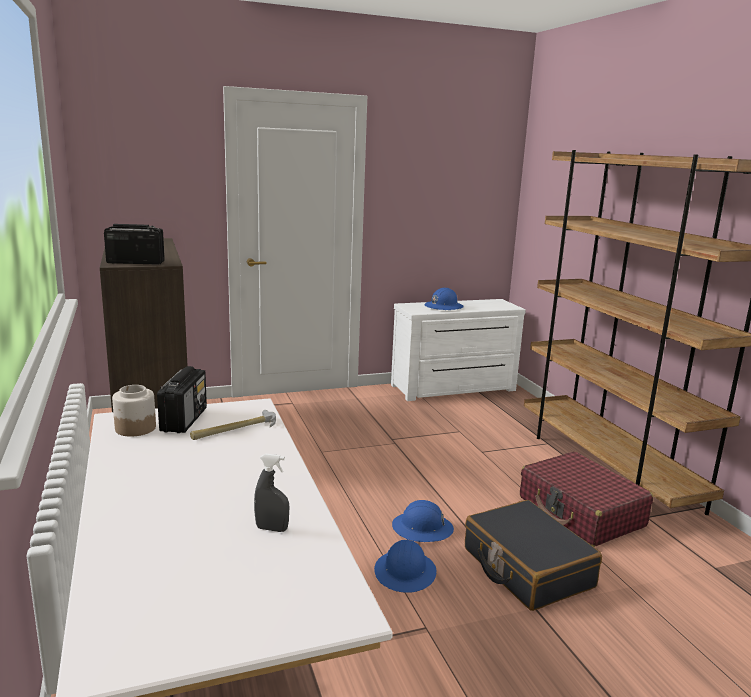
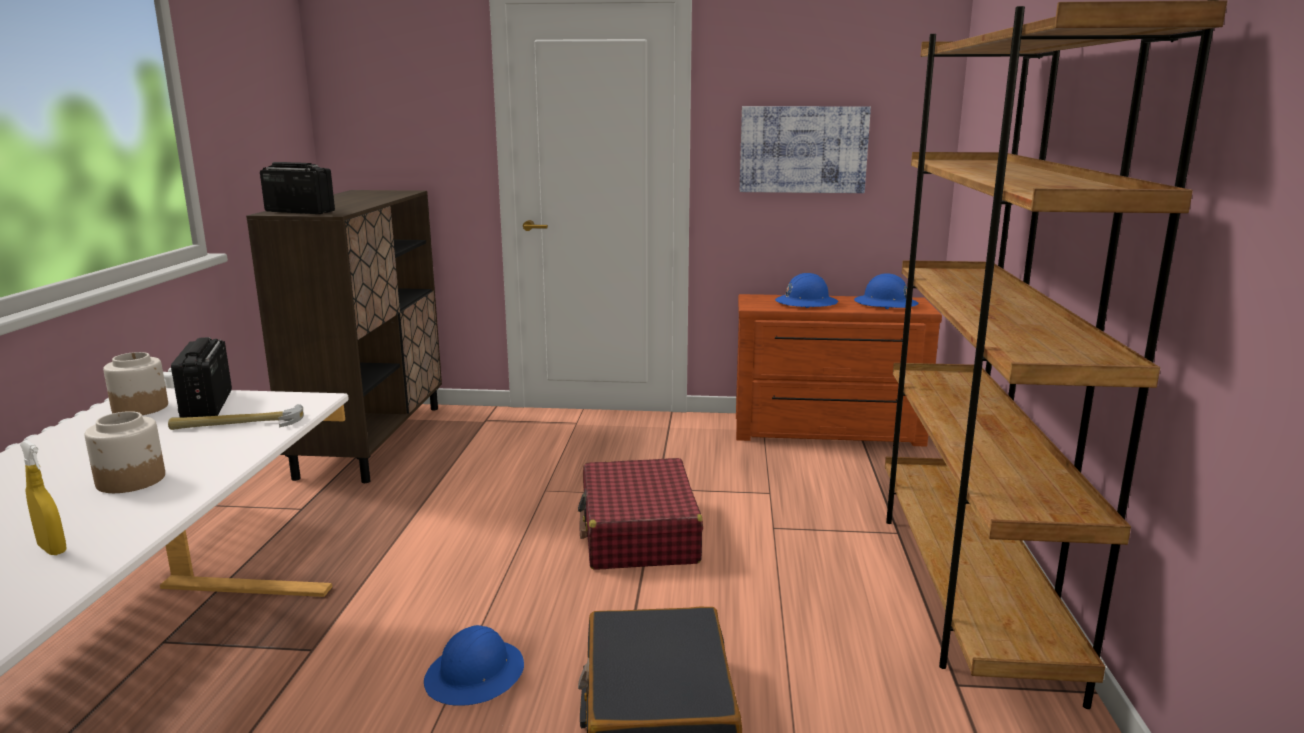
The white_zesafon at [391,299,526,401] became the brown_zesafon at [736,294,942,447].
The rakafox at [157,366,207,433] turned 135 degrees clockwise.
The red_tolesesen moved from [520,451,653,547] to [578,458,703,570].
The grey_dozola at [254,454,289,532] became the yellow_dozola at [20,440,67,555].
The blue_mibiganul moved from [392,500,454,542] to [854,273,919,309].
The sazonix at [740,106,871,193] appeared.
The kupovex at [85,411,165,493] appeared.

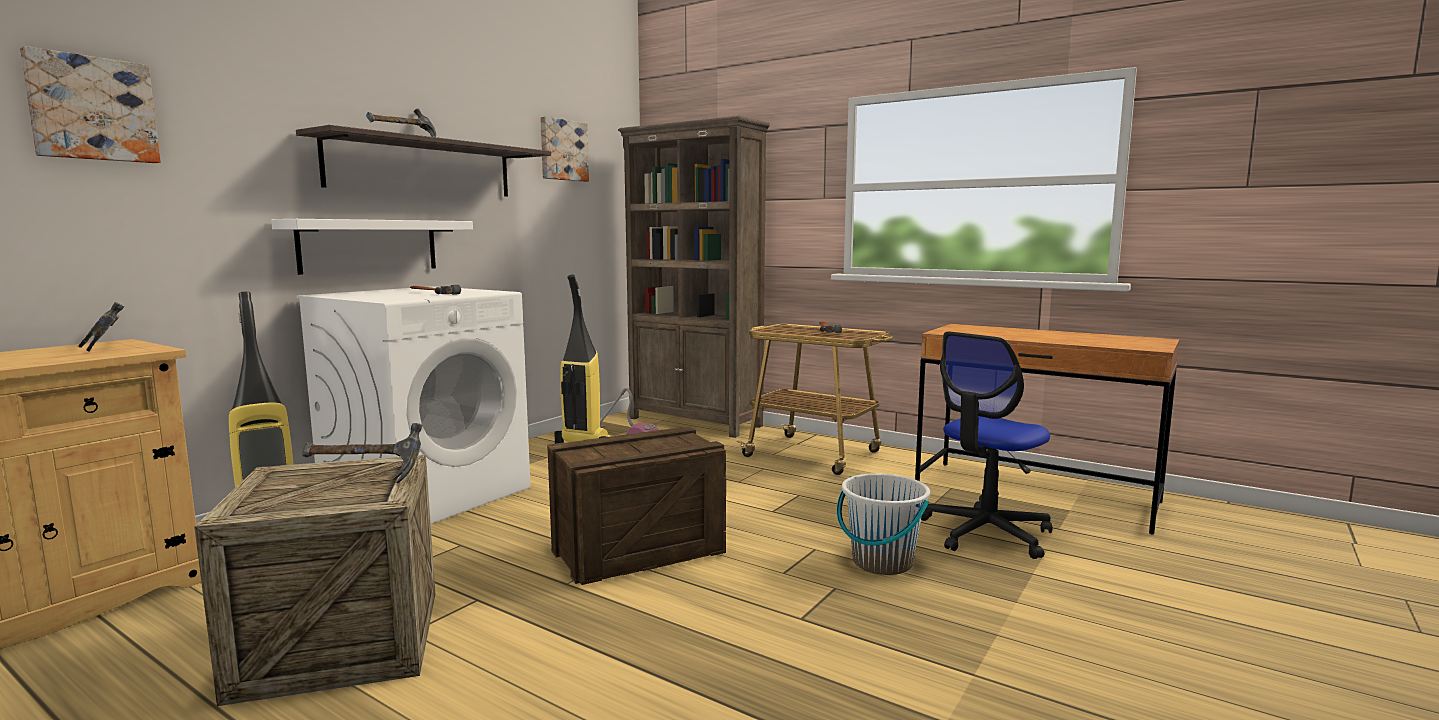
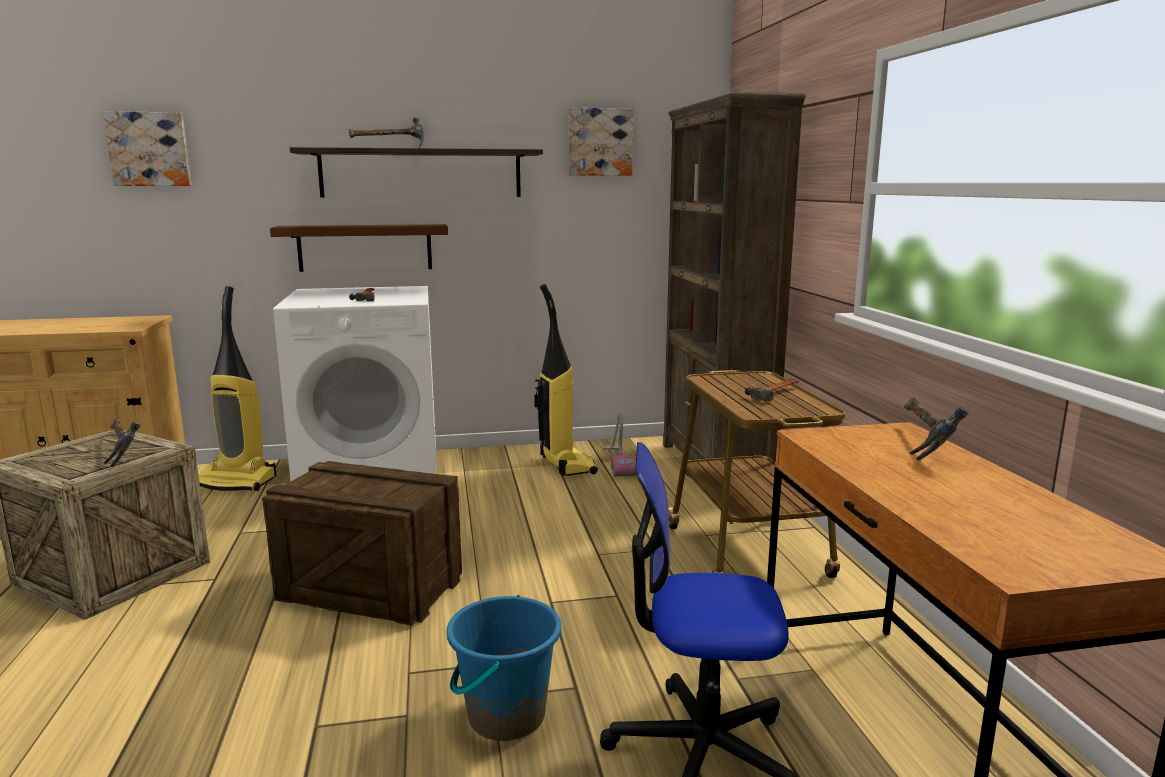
The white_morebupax at [271,219,473,275] became the brown_morebupax at [270,224,448,272].
The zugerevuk moved from [78,302,124,352] to [904,397,969,461].
The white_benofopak at [837,473,930,575] became the blue_benofopak at [447,595,561,741].

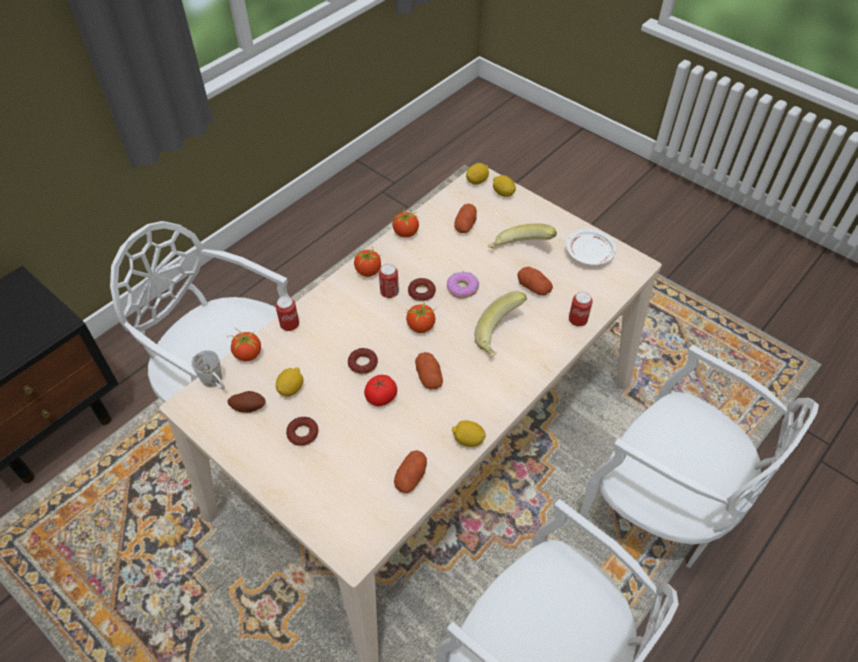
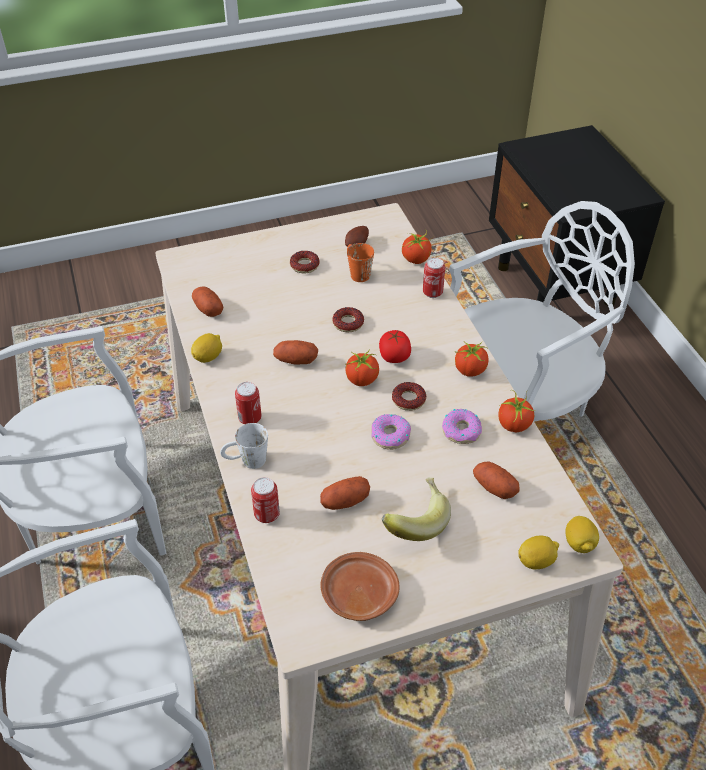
The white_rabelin at [566,228,617,265] became the brown_rabelin at [320,552,400,621].
The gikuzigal moved from [379,264,399,298] to [235,382,262,424].
The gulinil at [475,291,527,358] disappeared.
The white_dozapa moved from [191,350,225,390] to [220,423,268,469].
The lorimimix at [276,367,303,397] was replaced by the orange_dozapa at [347,243,374,282].
The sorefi moved from [364,375,397,406] to [379,330,411,363].
The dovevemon at [442,409,482,444] appeared.

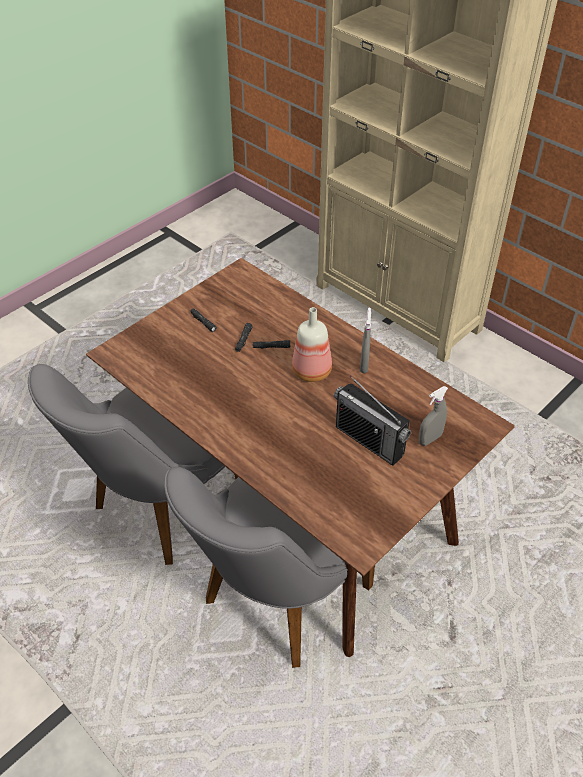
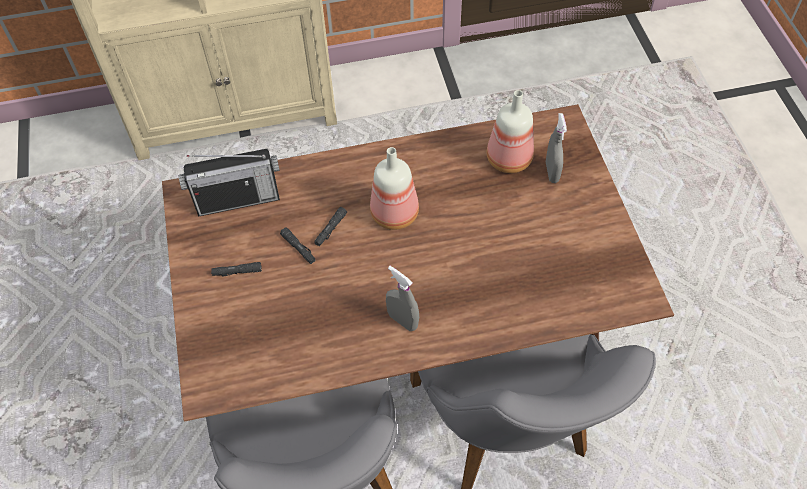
The grey_dozola moved from [360,307,371,373] to [386,266,419,331].
The rakafox moved from [334,375,411,466] to [179,149,280,217].
The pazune at [487,90,534,173] appeared.

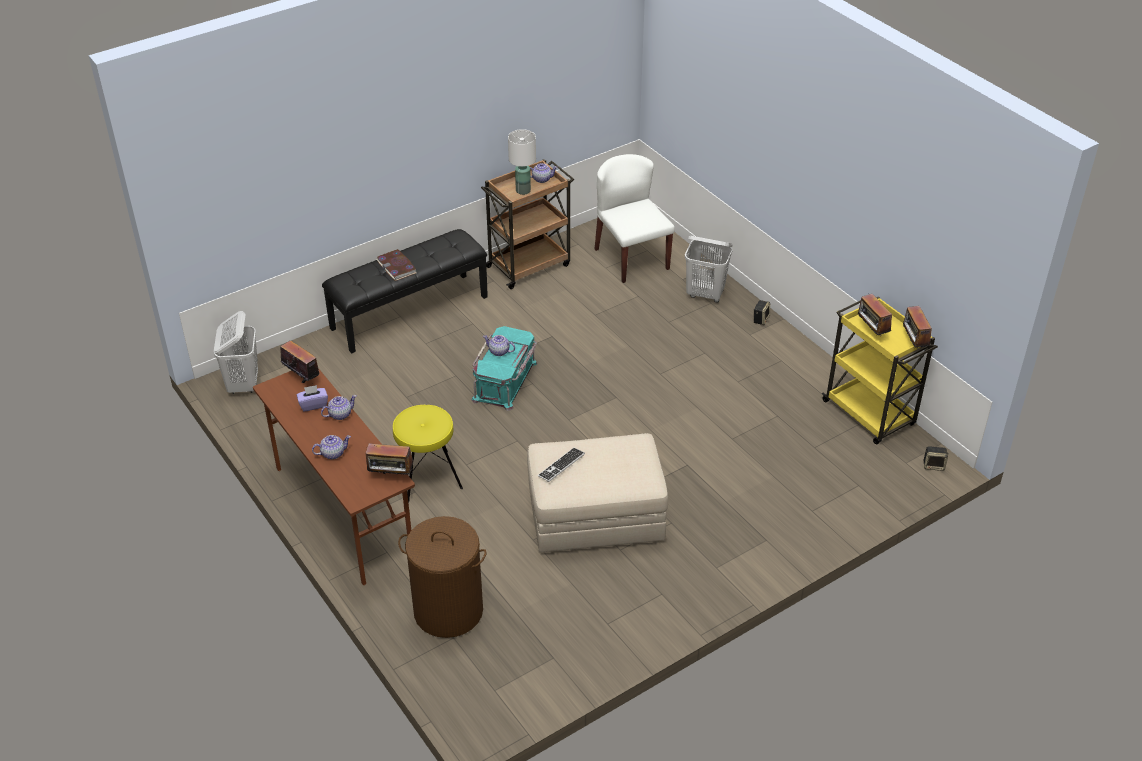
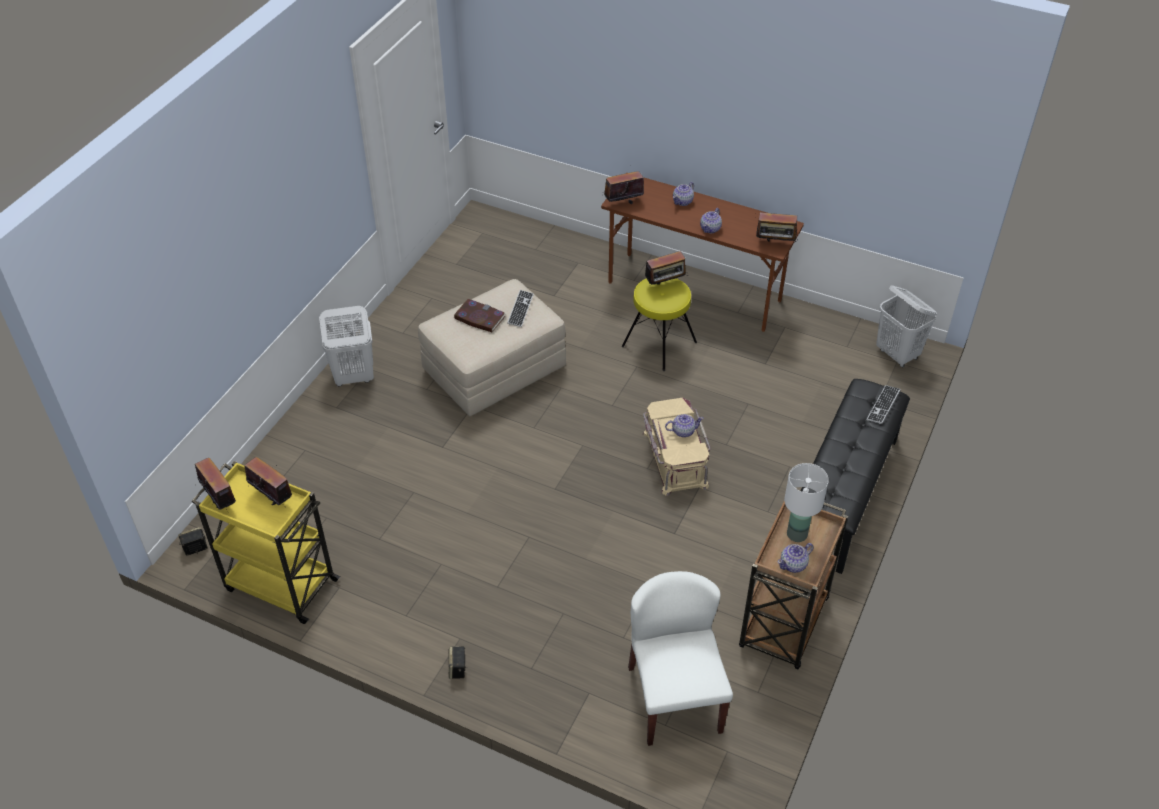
The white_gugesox at [594,154,675,283] turned 135 degrees counterclockwise.
The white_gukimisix moved from [685,236,733,303] to [319,306,374,387].
The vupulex moved from [376,249,417,281] to [454,299,506,332].
The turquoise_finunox at [472,326,537,411] became the beige_finunox at [643,398,711,496].
The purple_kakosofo at [297,385,328,412] disappeared.
The brown_gukimisix at [398,516,487,638] disappeared.
The rakafox at [645,251,688,285] appeared.
The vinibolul at [867,385,901,424] appeared.

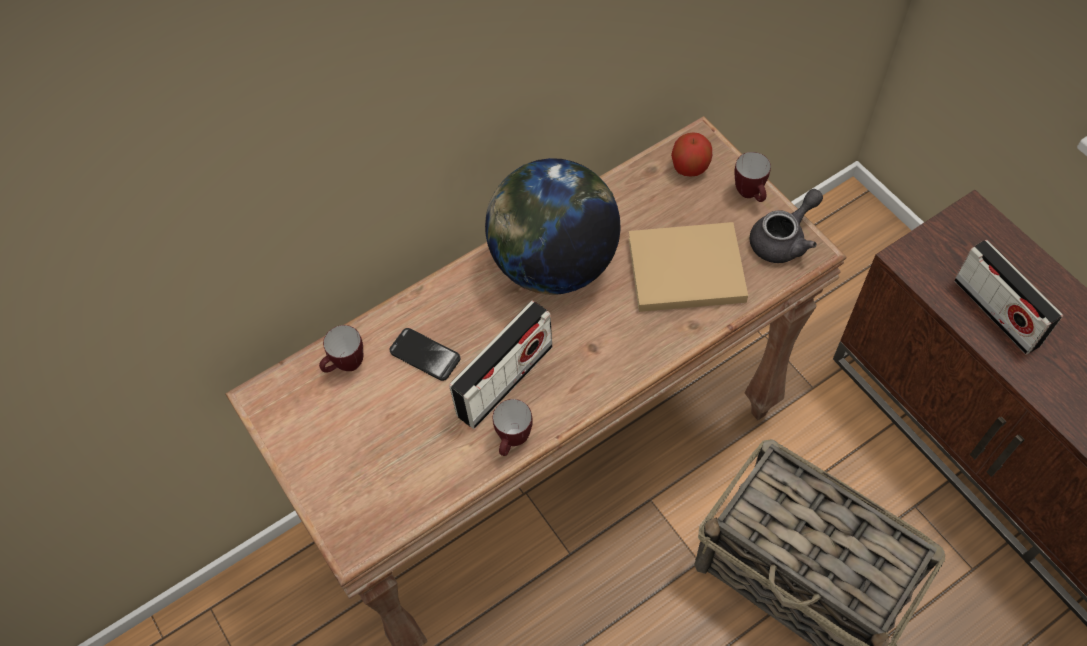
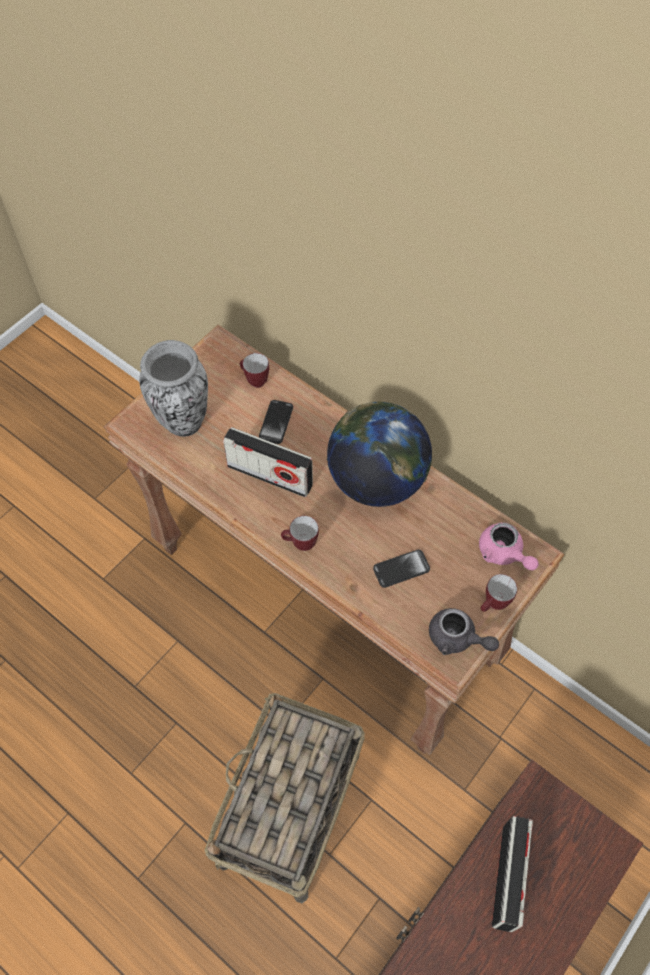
The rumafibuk at [671,133,712,176] was replaced by the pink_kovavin at [479,522,539,570].
The beige_vupulex at [628,222,748,312] was replaced by the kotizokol at [373,549,430,588].
The rakafox at [954,240,1063,355] turned 150 degrees clockwise.
The dozapa moved from [493,399,533,456] to [281,516,319,551].
The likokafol at [139,340,208,437] appeared.

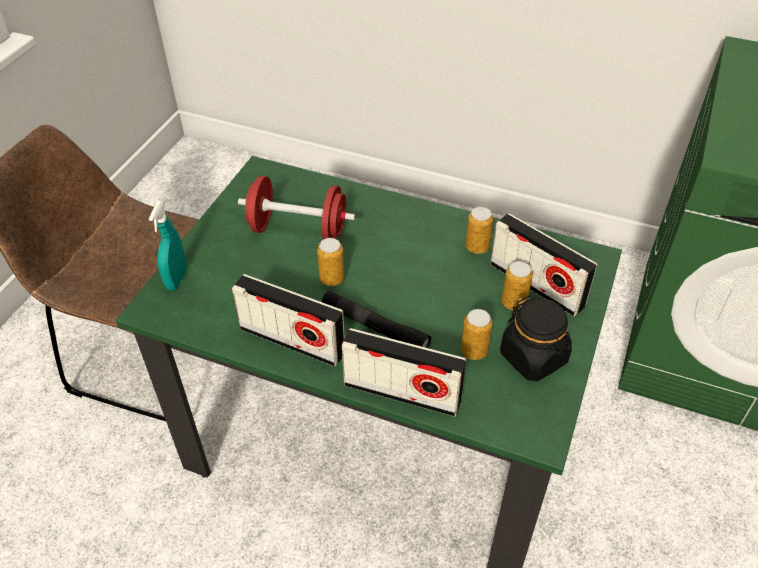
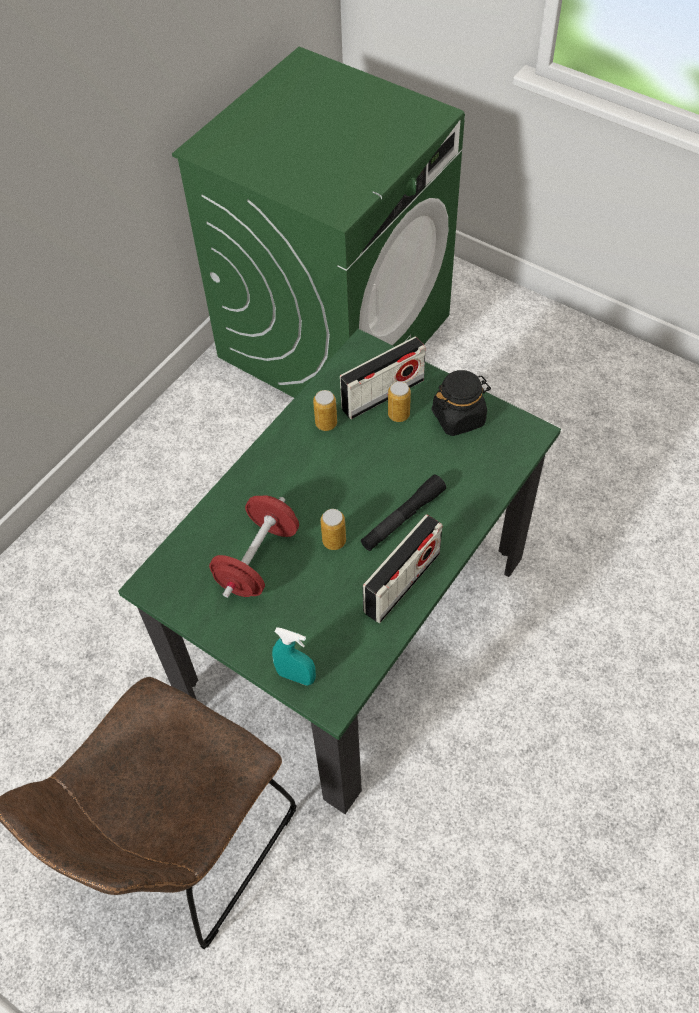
The gikuzigal at [461,309,493,360] disappeared.
The rakafox at [342,328,466,417] disappeared.

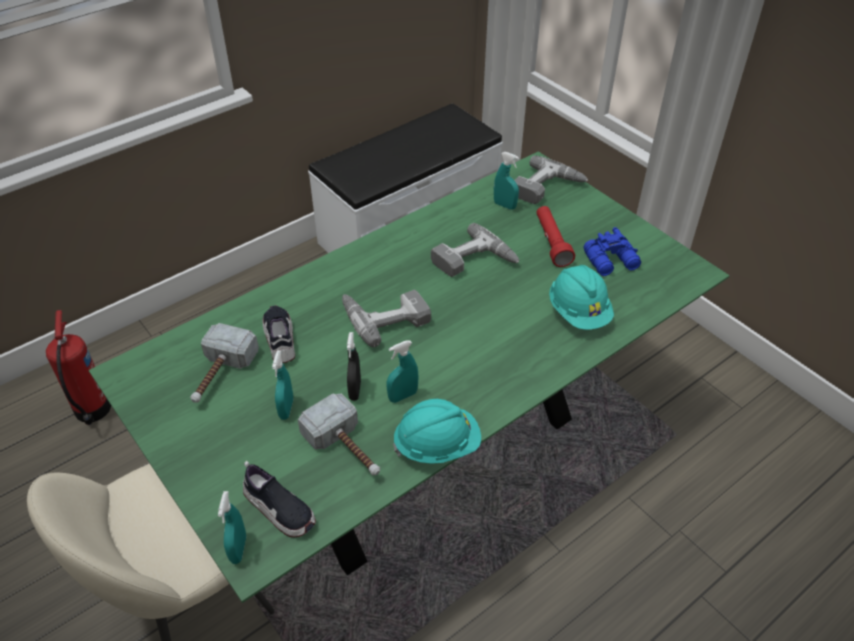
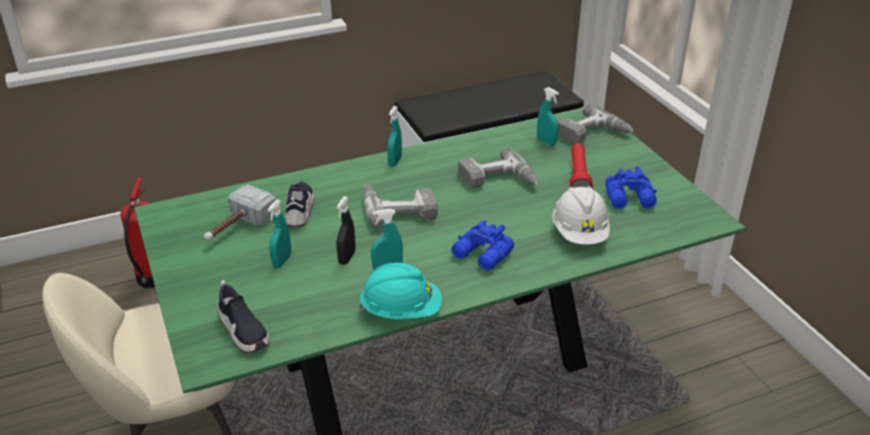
The turquoise_mibiganul at [549,265,614,330] became the white_mibiganul at [552,186,610,245].
The zugerevuk at [298,394,380,475] disappeared.
The turquoise_dozola moved from [218,491,246,564] to [387,106,402,167].
The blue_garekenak at [452,220,514,271] appeared.

